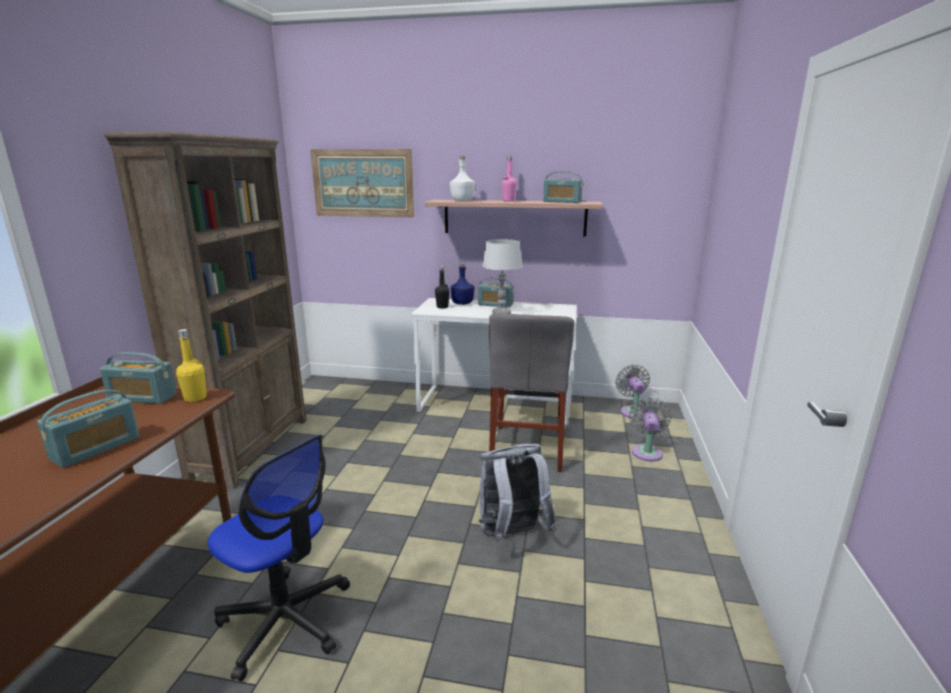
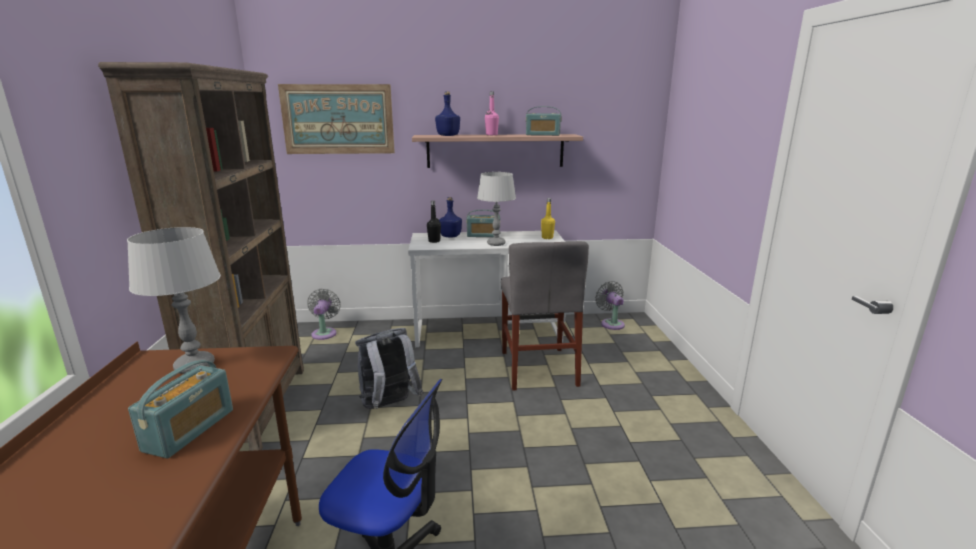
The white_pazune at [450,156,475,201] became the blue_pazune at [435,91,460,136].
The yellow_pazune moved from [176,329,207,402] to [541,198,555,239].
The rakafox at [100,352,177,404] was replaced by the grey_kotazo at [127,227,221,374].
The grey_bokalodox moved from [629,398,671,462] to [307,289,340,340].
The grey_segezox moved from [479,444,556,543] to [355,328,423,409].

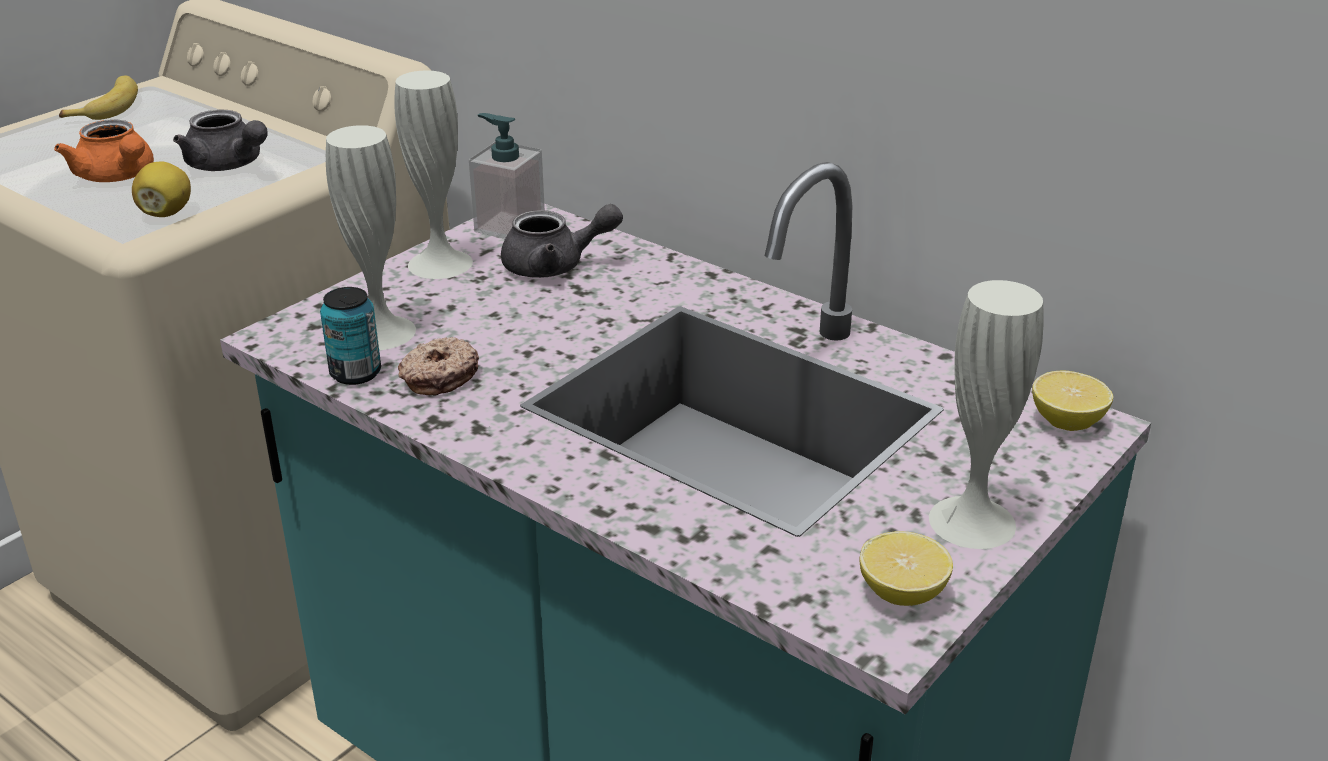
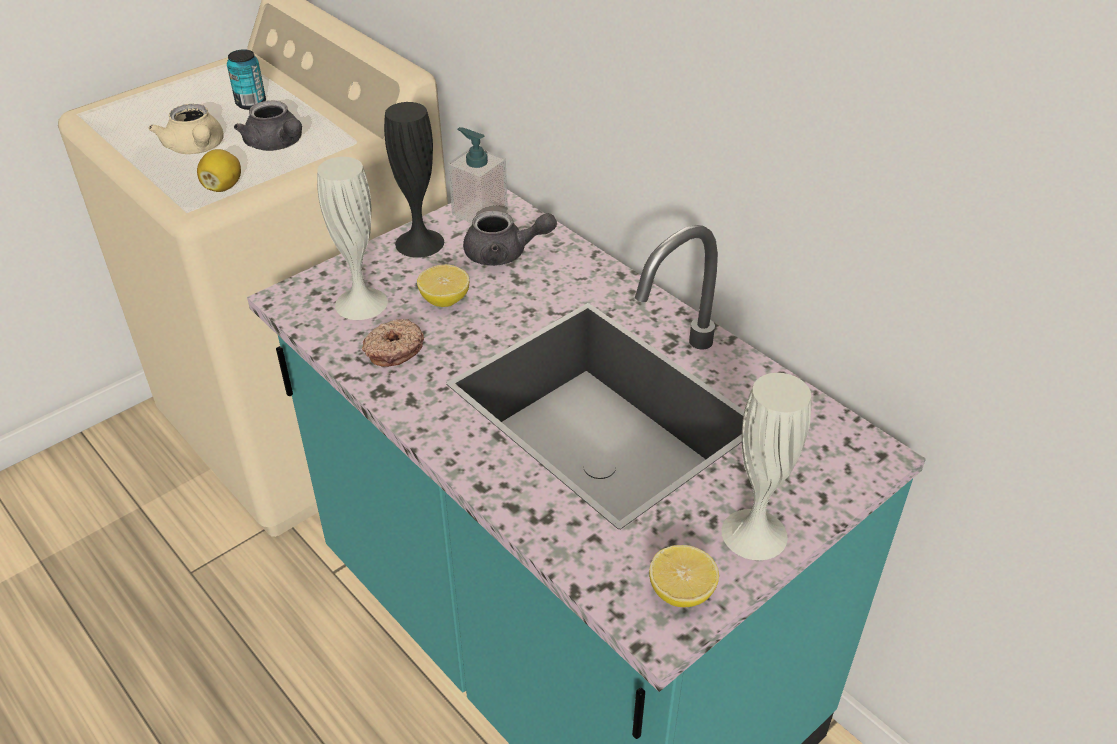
The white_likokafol at [394,70,473,279] became the black_likokafol at [384,102,444,258].
The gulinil at [59,76,138,120] disappeared.
The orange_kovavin at [54,119,154,182] became the beige_kovavin at [148,104,224,154].
The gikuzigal moved from [320,287,381,385] to [227,49,266,110].
The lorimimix moved from [1032,371,1113,431] to [417,265,469,307].

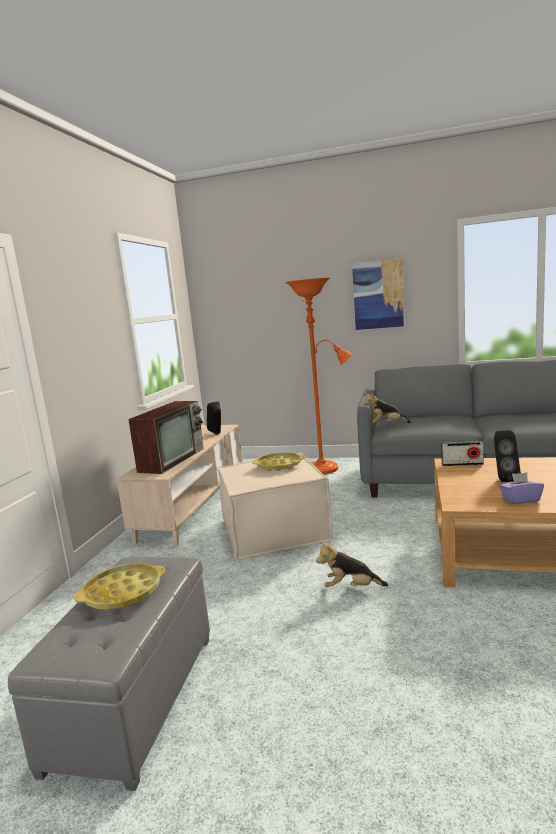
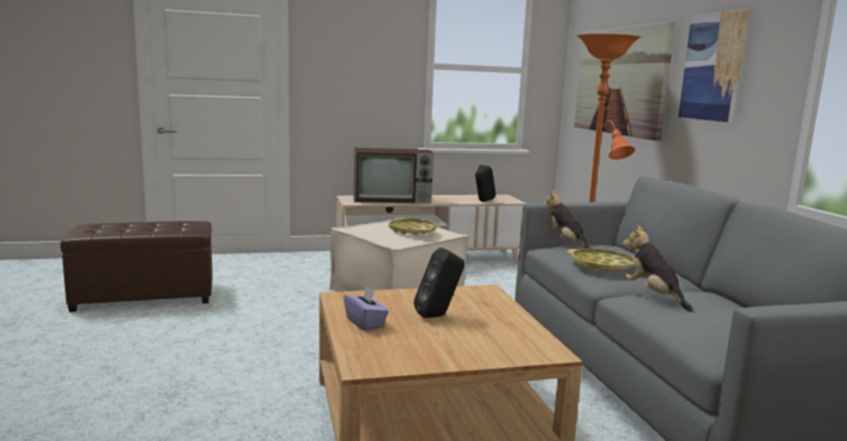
The rakafox at [441,441,484,466] disappeared.
The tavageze moved from [316,541,388,587] to [623,225,693,312].
The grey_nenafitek at [8,557,210,791] became the brown_nenafitek at [60,221,213,312].
The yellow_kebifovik moved from [74,563,166,611] to [566,248,635,273].
The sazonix at [574,21,675,141] appeared.

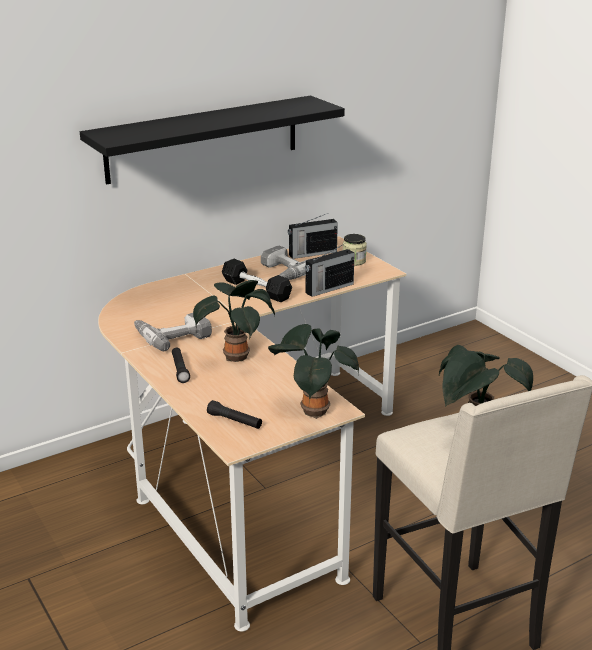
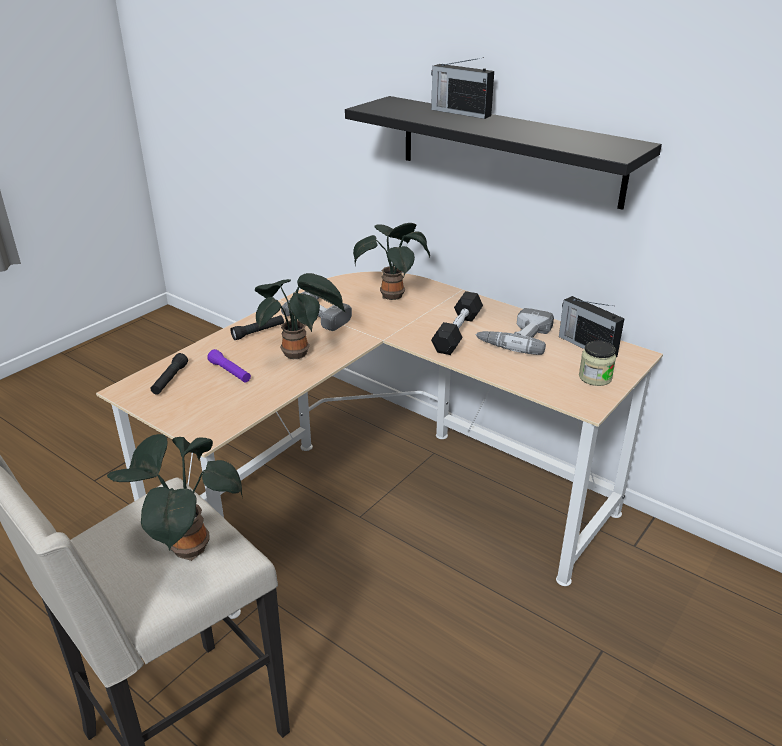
The rakafox moved from [305,244,355,297] to [431,57,494,119].
The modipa moved from [268,324,359,419] to [353,223,430,300].
The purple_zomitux at [207,349,251,382] appeared.

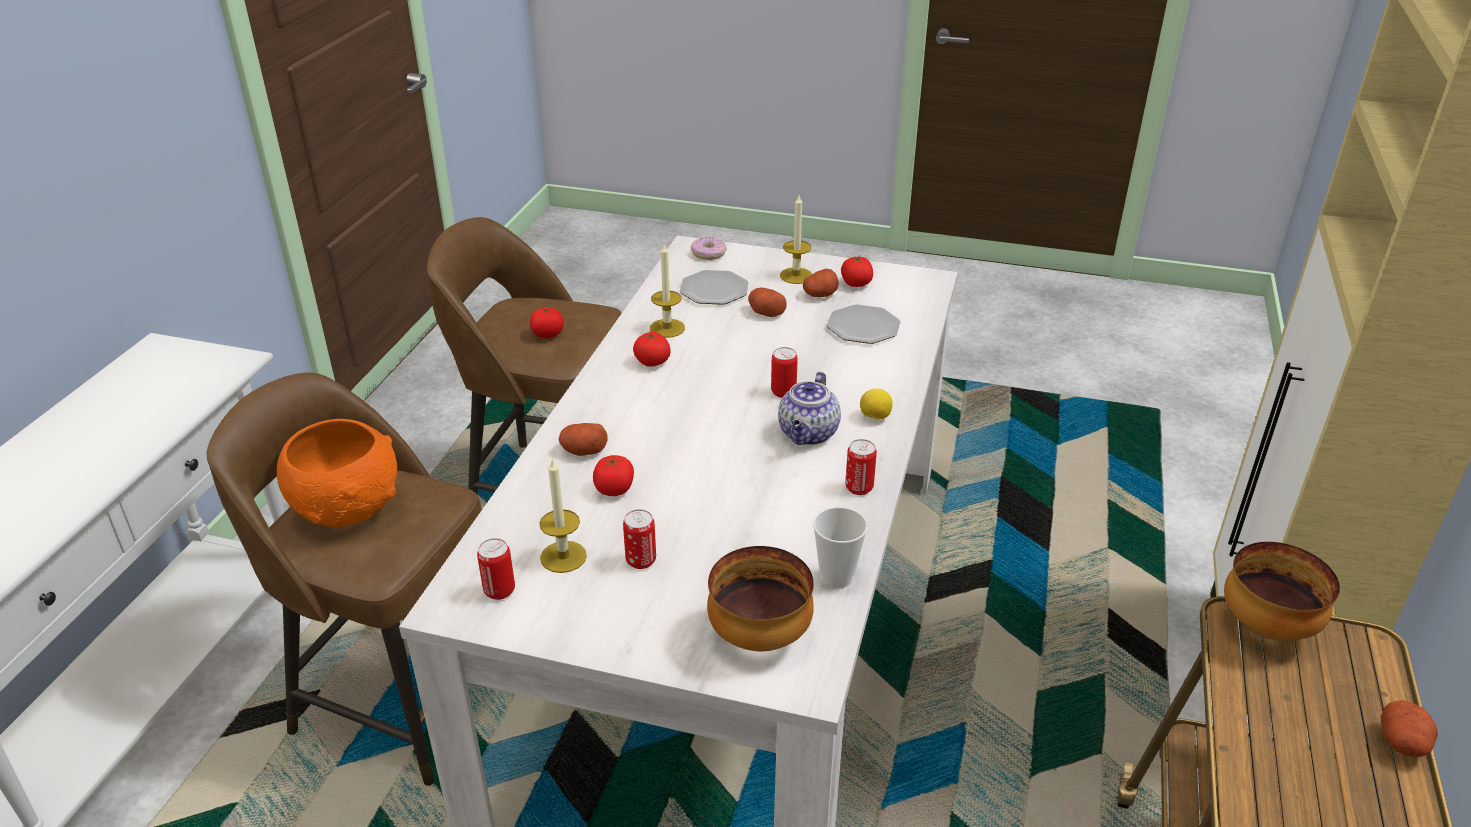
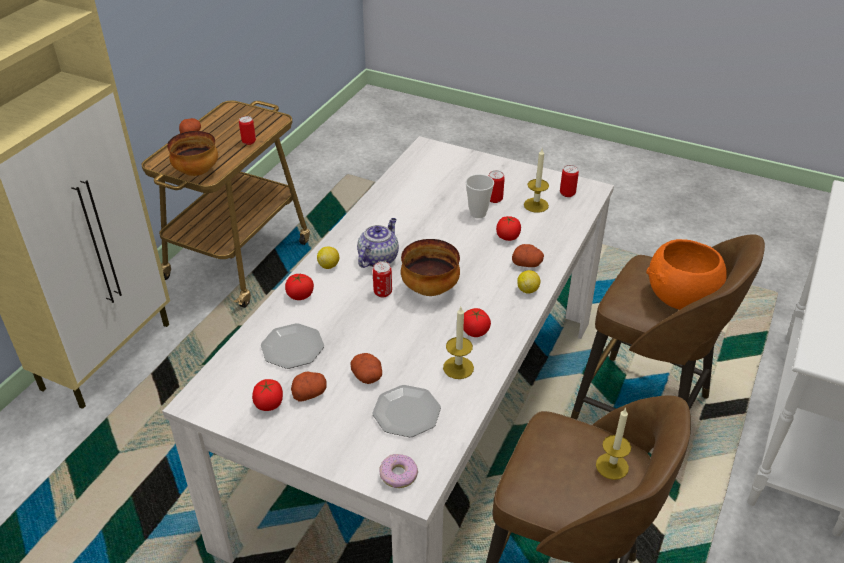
The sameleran moved from [780,195,812,284] to [596,408,631,480].
The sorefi moved from [530,307,564,338] to [285,274,314,300].
The gikuzigal moved from [845,439,877,495] to [239,116,256,145].
The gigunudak moved from [813,507,868,589] to [466,174,494,218].
The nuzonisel moved from [707,546,814,652] to [401,239,460,296].
The lorimimix at [517,270,540,294] appeared.

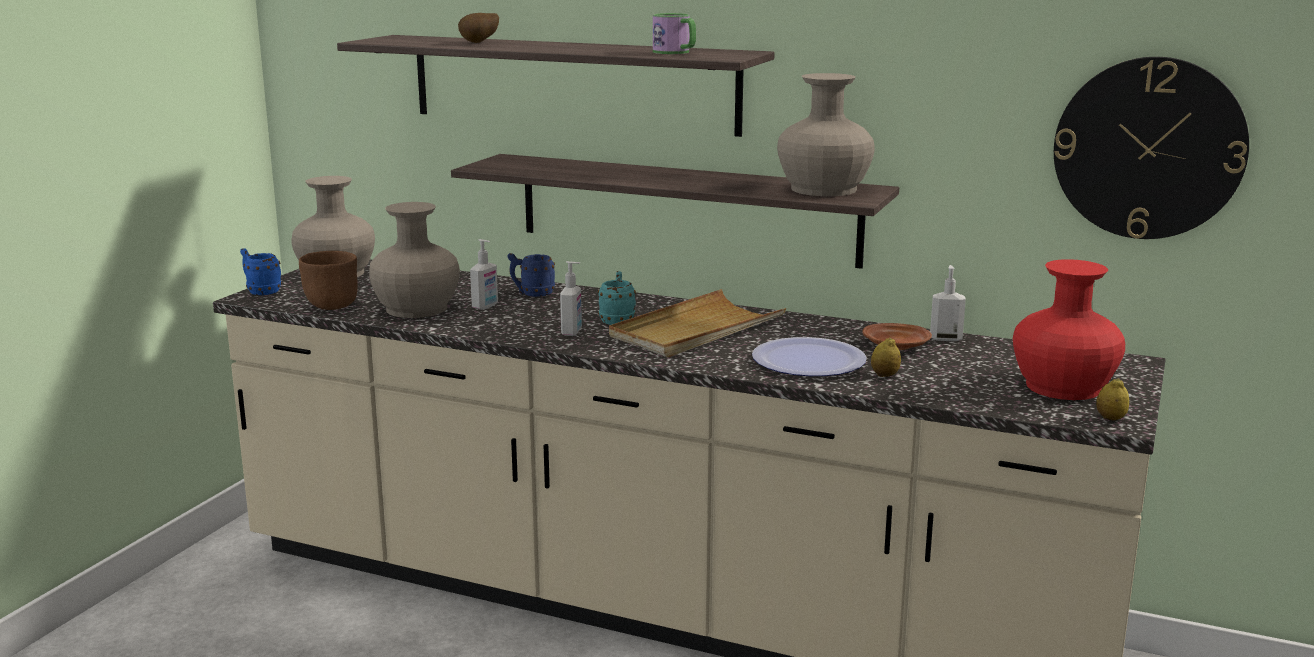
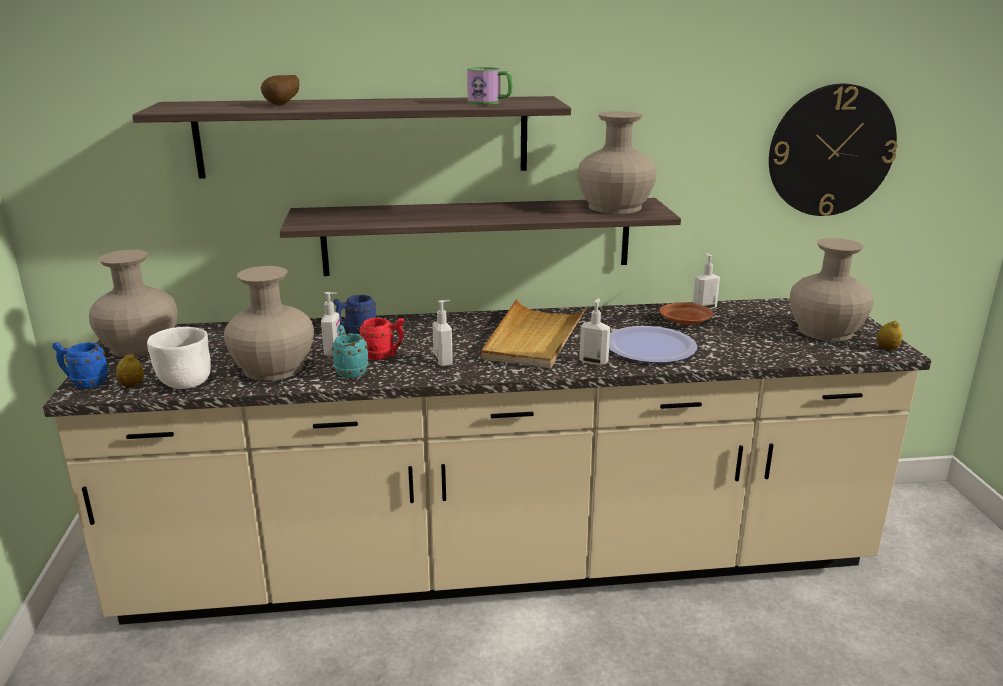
The brown_nuzonisel at [299,251,358,310] became the white_nuzonisel at [147,327,211,389].
The red_likokafol at [1013,259,1125,400] became the beige_likokafol at [790,238,873,341].
The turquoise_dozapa moved from [598,271,636,325] to [332,325,368,378].
The lorimimix moved from [871,337,901,377] to [116,354,144,388].
The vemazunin at [579,298,610,365] appeared.
The red_dozapa at [359,318,404,360] appeared.

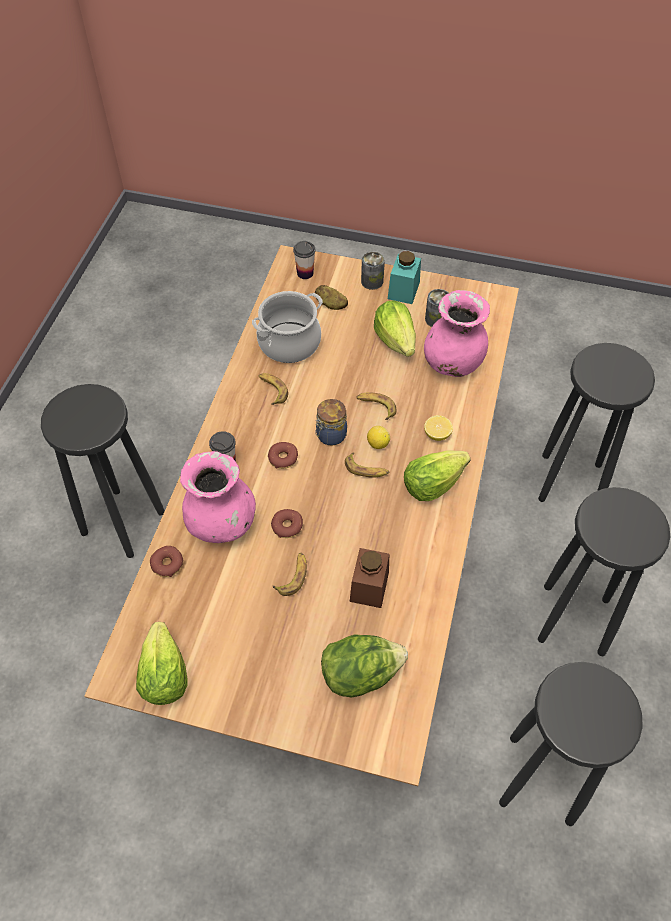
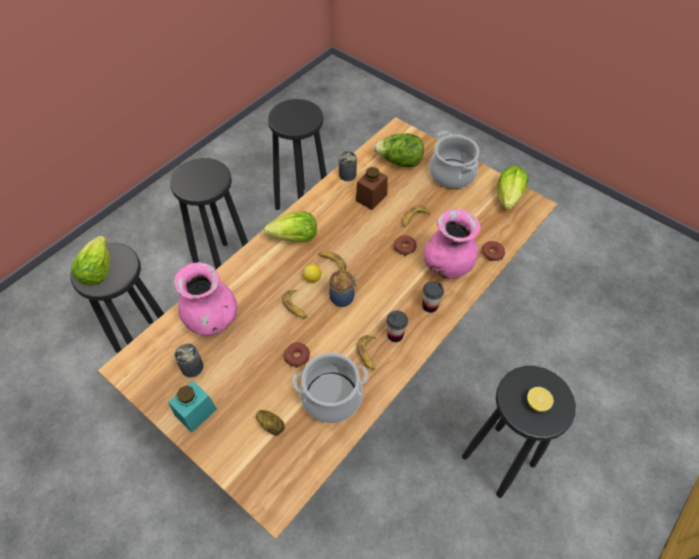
The gigunudak moved from [293,241,316,279] to [386,311,408,342].
The gikuzigal moved from [361,251,385,290] to [339,151,357,181].
The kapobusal moved from [374,300,416,357] to [71,236,110,285].
The lorimimix moved from [424,415,453,441] to [527,387,554,412].
The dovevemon moved from [268,442,298,469] to [284,342,310,368].
The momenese at [429,131,479,189] appeared.

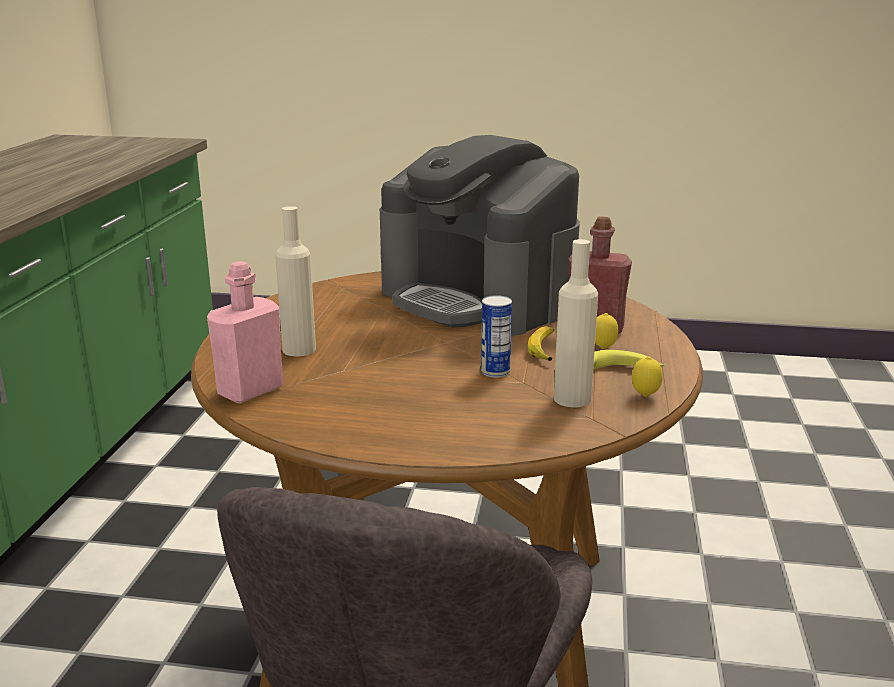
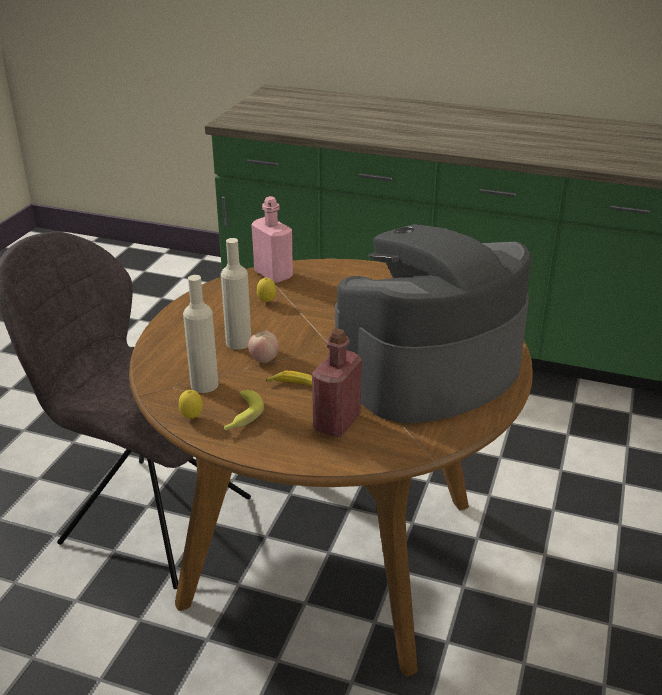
The beige_pazune moved from [275,206,316,356] to [221,238,251,350].
The gikuzigal at [481,295,512,378] was replaced by the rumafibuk at [248,331,279,363].
The lorimimix moved from [595,313,618,349] to [257,277,276,303].

